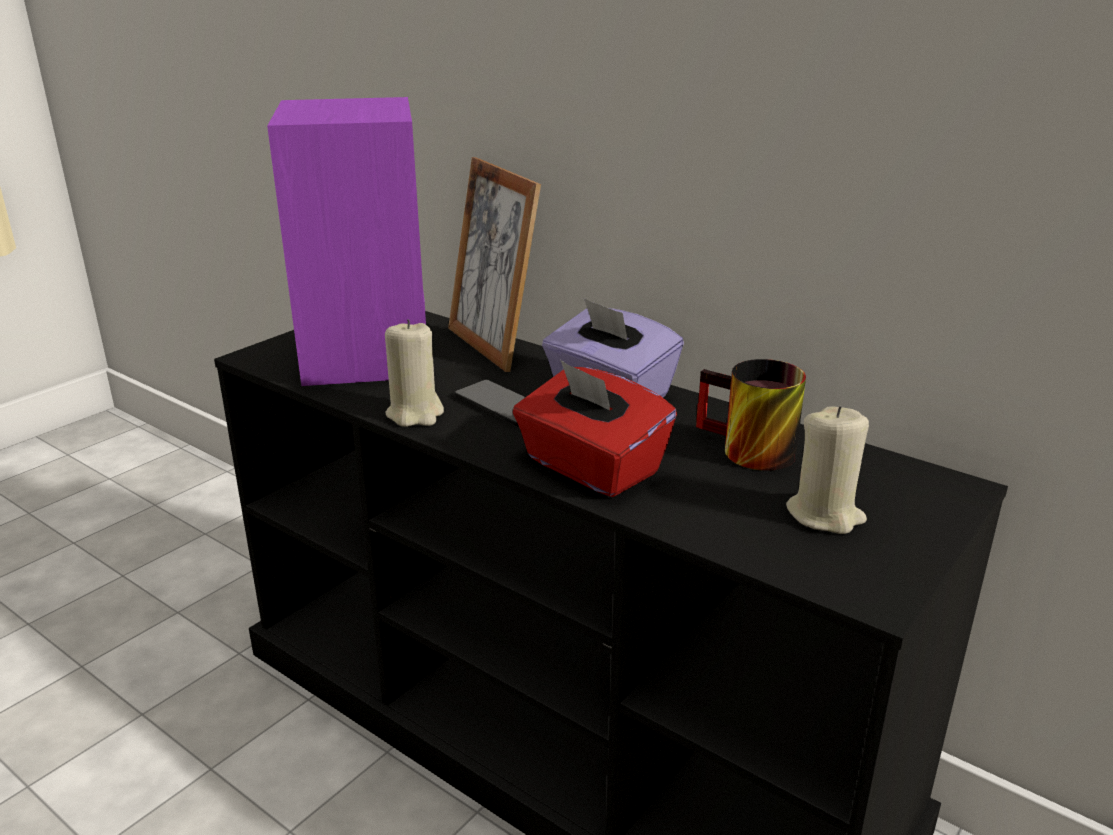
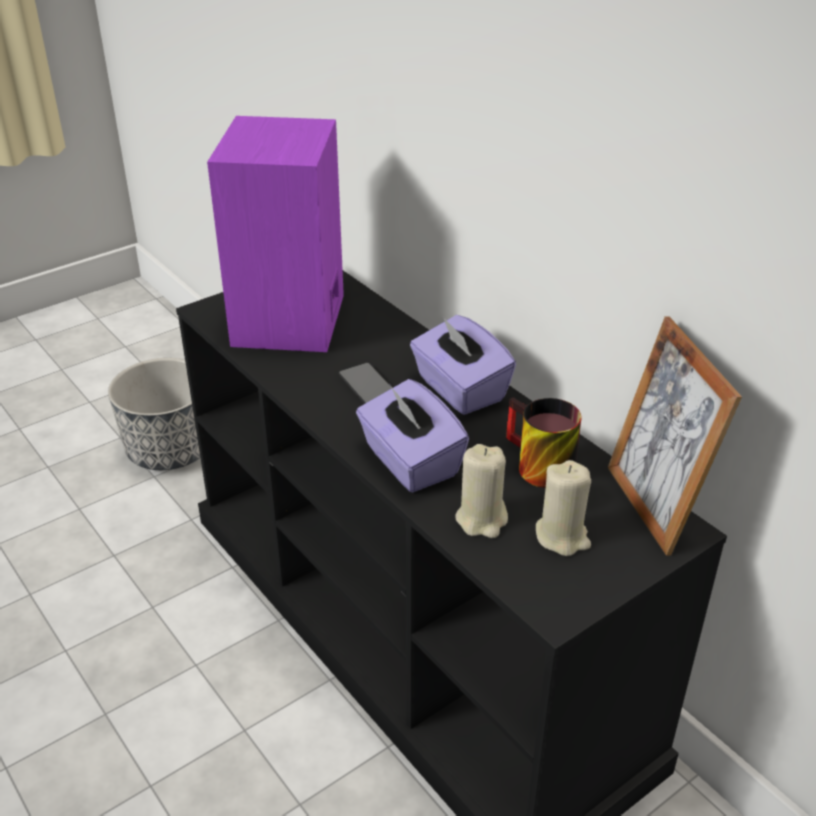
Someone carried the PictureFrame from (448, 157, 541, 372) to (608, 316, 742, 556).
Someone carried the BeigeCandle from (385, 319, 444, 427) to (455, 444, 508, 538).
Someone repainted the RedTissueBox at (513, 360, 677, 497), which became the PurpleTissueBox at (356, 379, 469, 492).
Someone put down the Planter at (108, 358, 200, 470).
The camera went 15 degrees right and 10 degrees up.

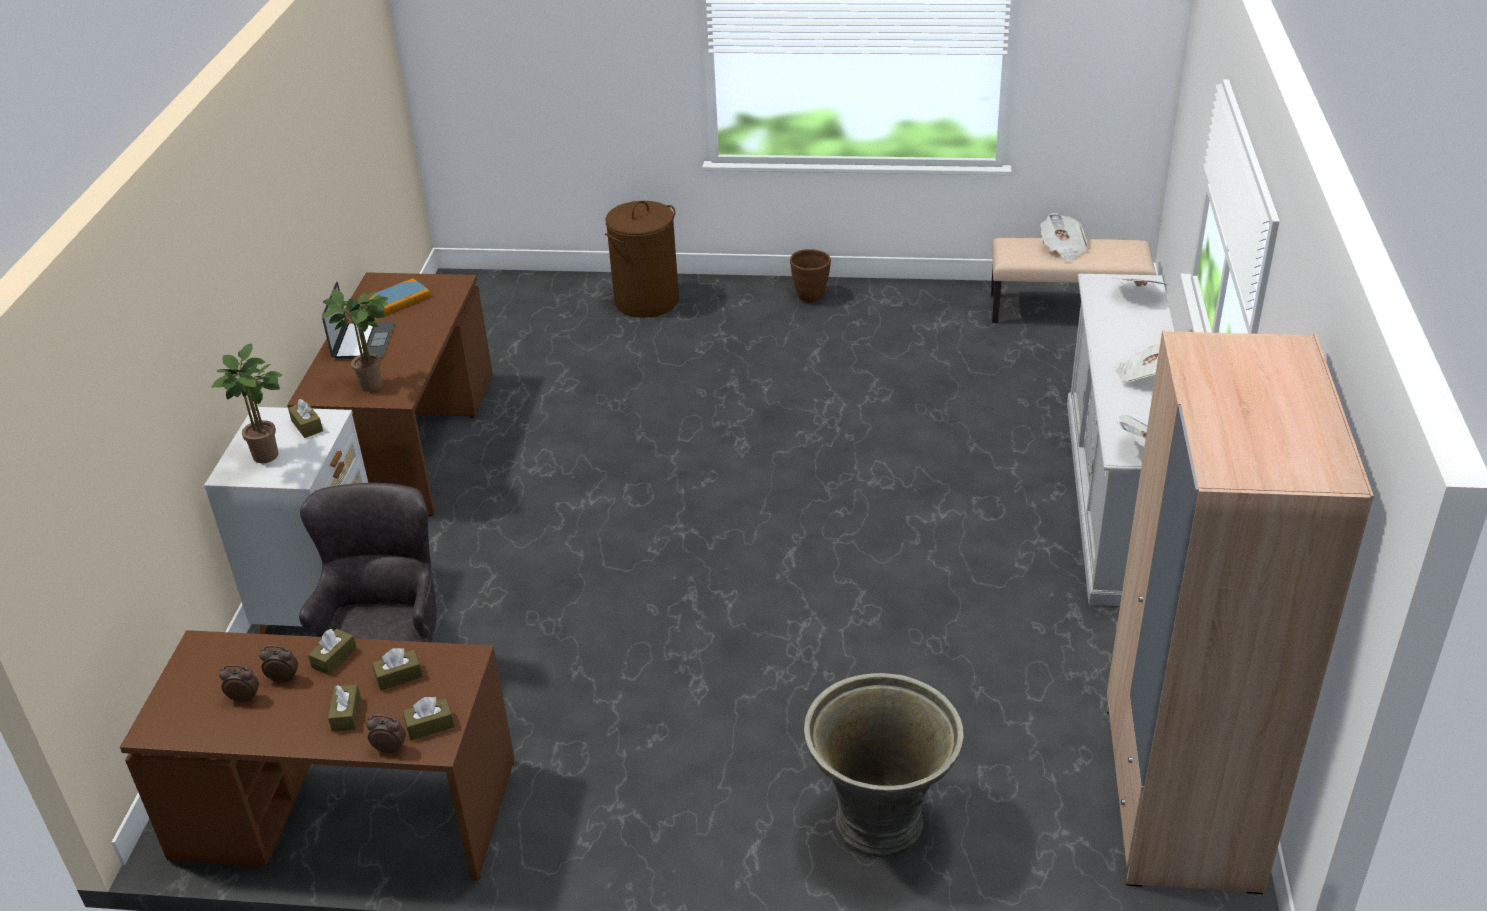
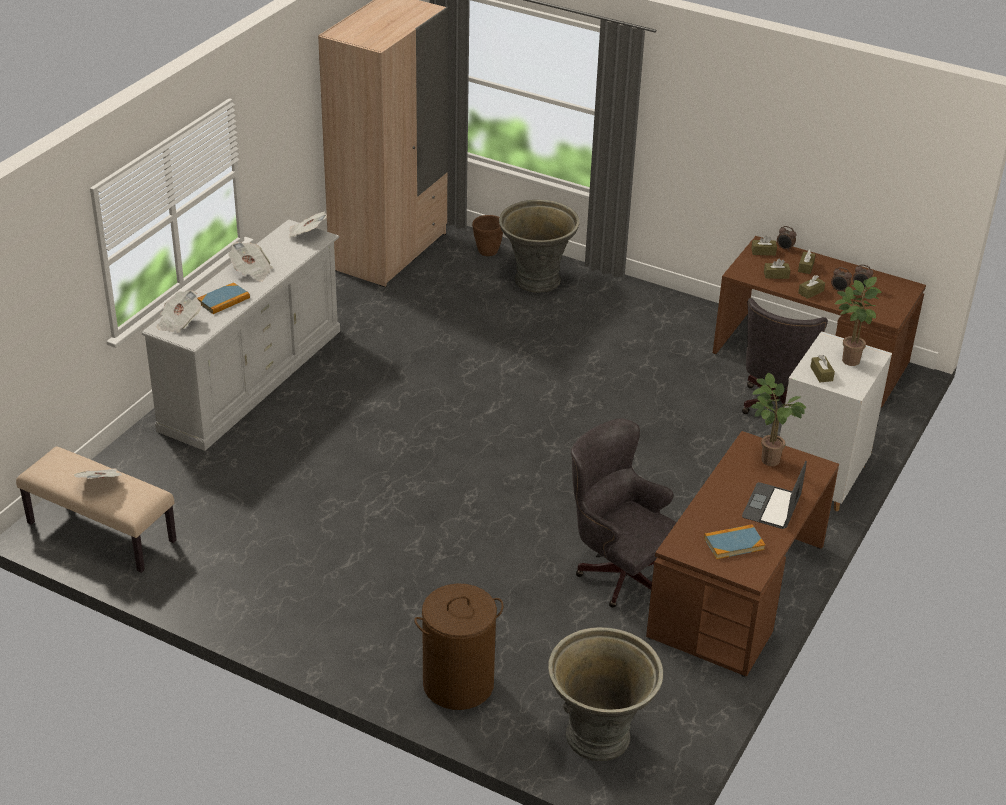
Someone carried the BrownPlanter from (790, 249, 831, 302) to (472, 215, 503, 256).
Someone put down the Book at (197, 282, 250, 314).
Someone put down the GreyOfficeChair at (571, 418, 677, 608).
Someone put down the GreyPlanter at (548, 627, 663, 761).
The camera went 160 degrees left and 0 degrees up.

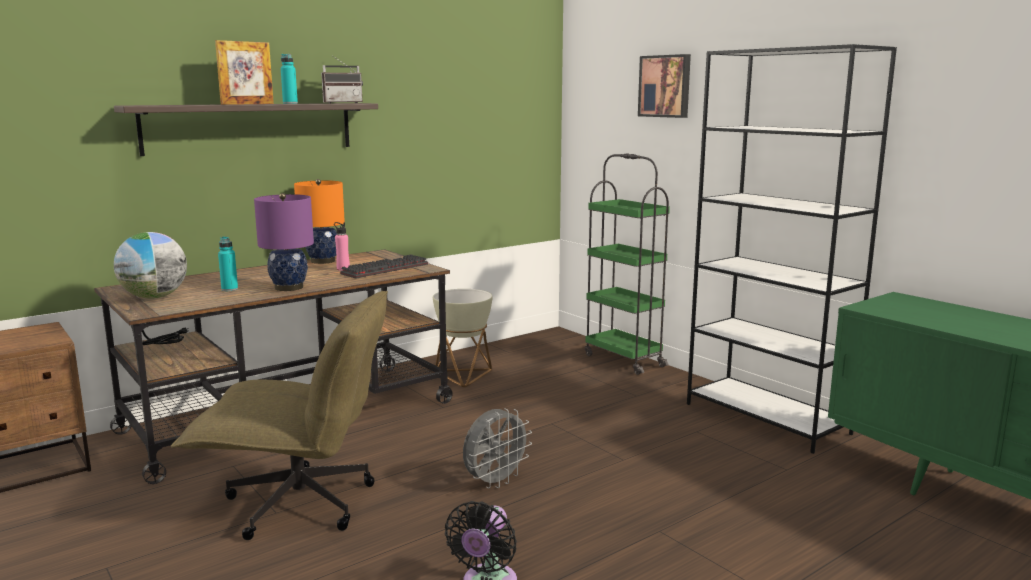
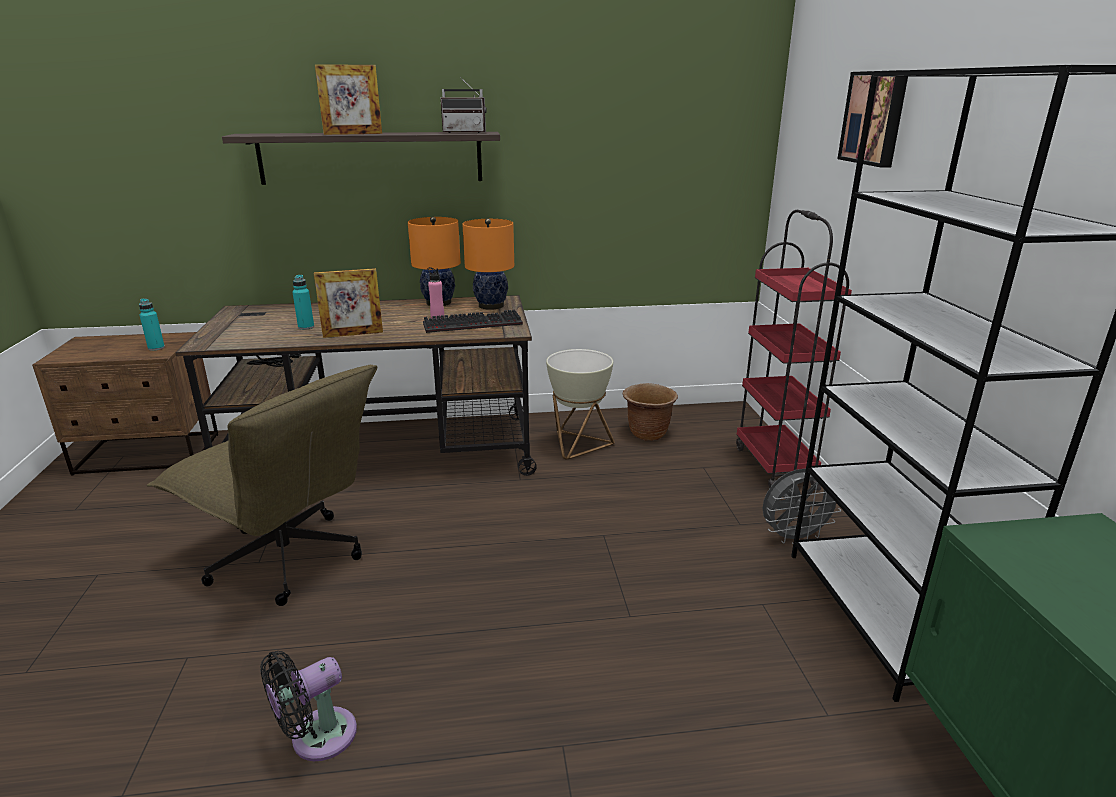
Someone carried the TurquoiseBottle from (281, 54, 298, 104) to (139, 298, 165, 351).
Someone repainted the GreenCart at (585, 154, 670, 375), which became the RedCart at (736, 210, 852, 491).
Someone swapped the PurpleTableLamp at (254, 193, 314, 291) for the PictureFrame at (314, 268, 383, 338).
Someone took away the Globe at (114, 232, 187, 299).
Someone carried the GreyFan from (463, 409, 532, 489) to (762, 469, 841, 544).
Someone put down the OrangeTableLamp at (462, 219, 514, 310).
Someone put down the BrownPlanter at (623, 383, 678, 441).
The camera went 30 degrees right and 10 degrees up.

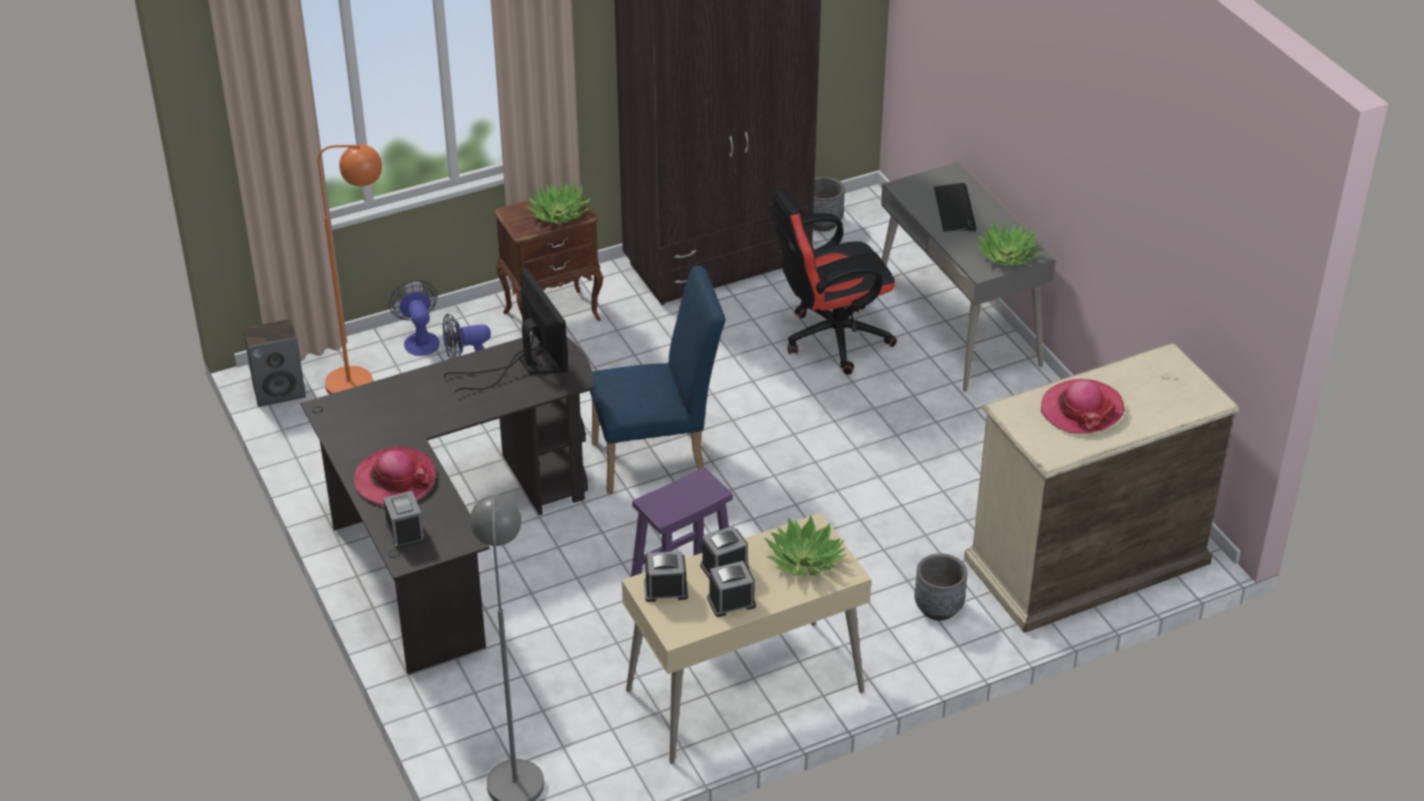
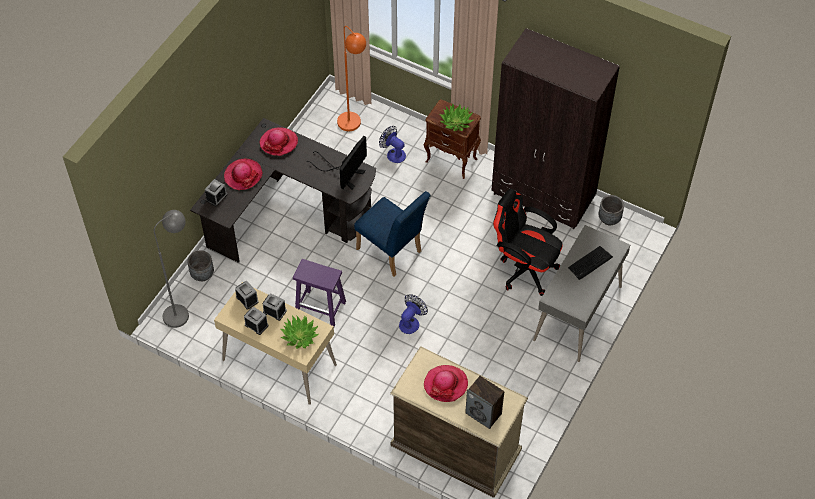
Someone took away the PottedPlant at (974, 221, 1043, 266).
Someone carried the Fan from (389, 280, 440, 356) to (399, 294, 428, 334).
Someone carried the Speaker from (243, 319, 306, 407) to (465, 376, 504, 429).
Someone carried the GreyPlanter from (914, 554, 967, 621) to (187, 251, 214, 281).
Someone put down the Hat at (259, 127, 298, 156).
The camera went 55 degrees right and 15 degrees up.

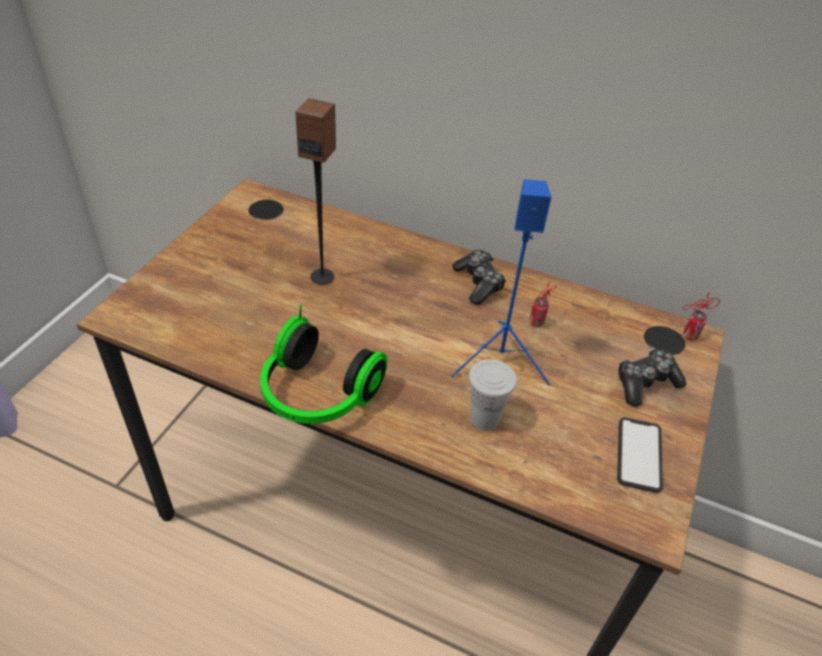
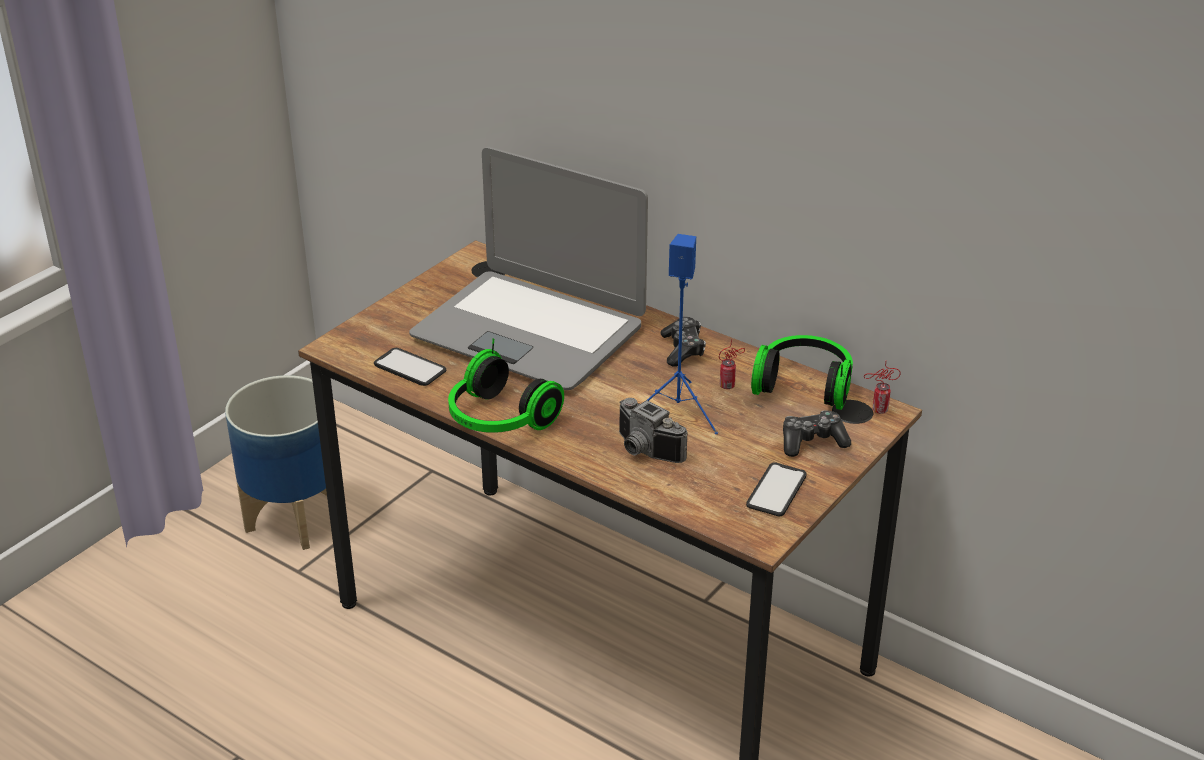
Someone swapped the Speaker at (295, 98, 336, 285) for the Laptop at (409, 147, 648, 390).
Someone swapped the WhiteCup at (469, 359, 517, 431) for the PhotoCamera at (619, 398, 687, 463).
Someone put down the Headphones at (751, 335, 853, 410).
Someone put down the Phone at (374, 348, 446, 386).
Someone put down the Planter at (225, 375, 327, 550).
The camera went 15 degrees right and 10 degrees down.

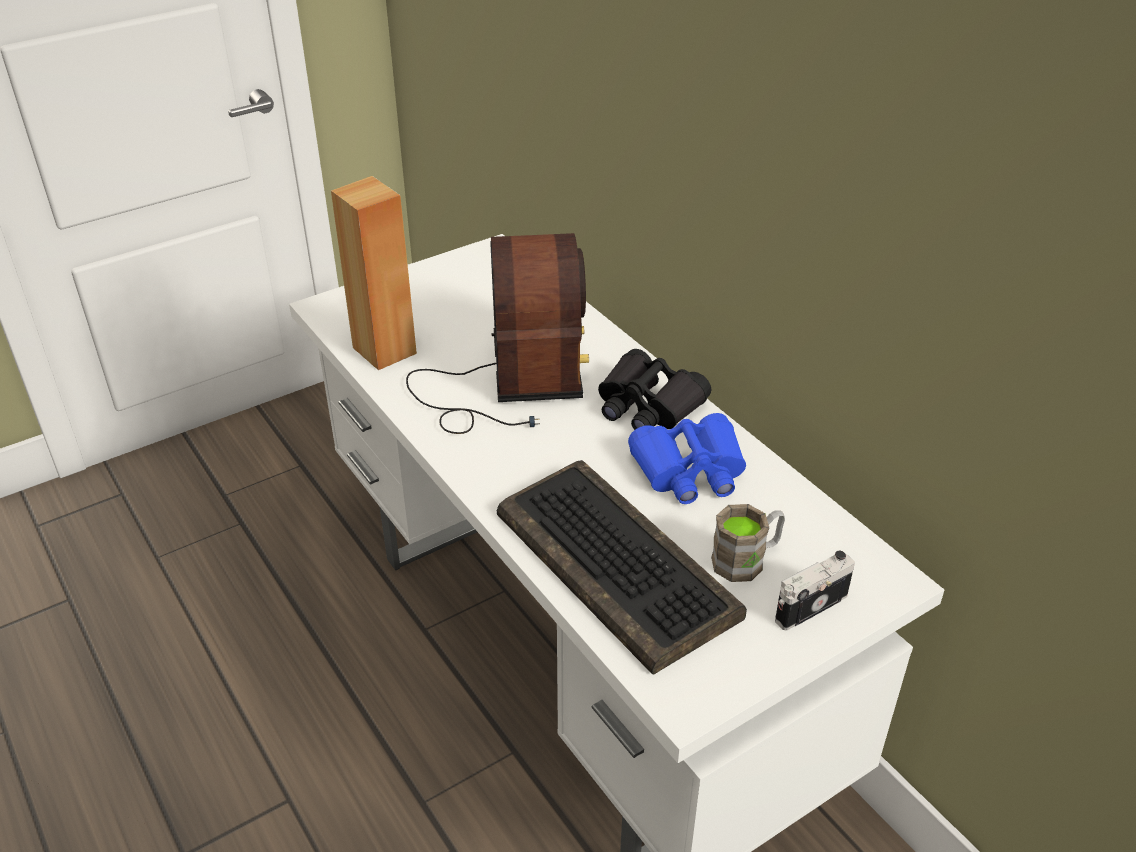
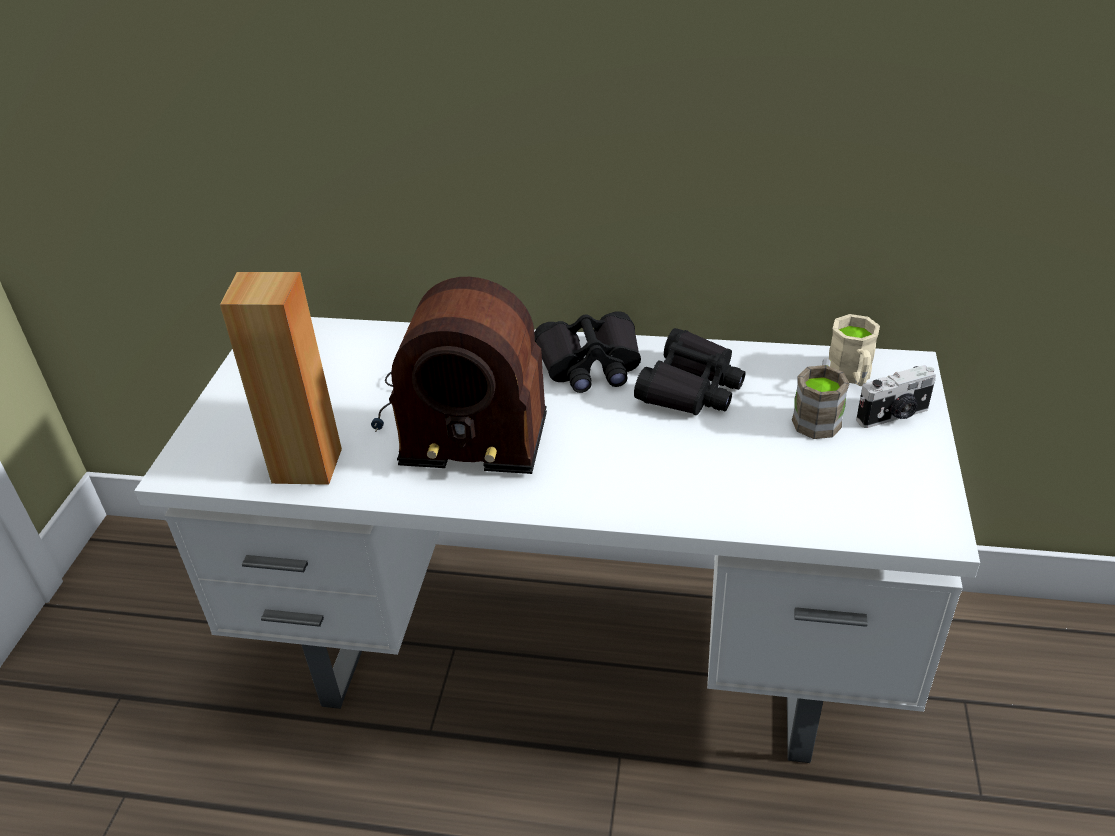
Someone rotated the Radio at (406, 233, 589, 434) by 150 degrees clockwise.
Someone repainted the BlueBinoculars at (628, 413, 746, 504), which became the BlackBinoculars at (634, 328, 746, 415).
Someone took away the Keyboard at (497, 460, 747, 674).
Someone rotated the PhotoCamera at (775, 550, 855, 630) by 120 degrees counterclockwise.
Someone put down the BeigeMug at (829, 314, 880, 386).
The camera went 45 degrees left and 0 degrees up.

